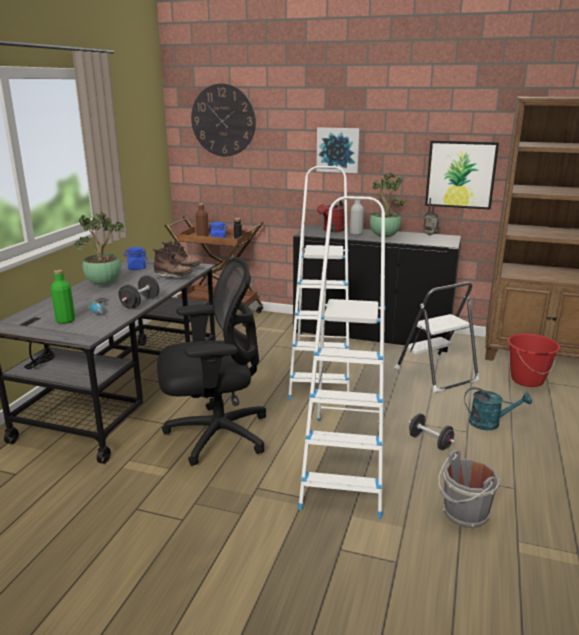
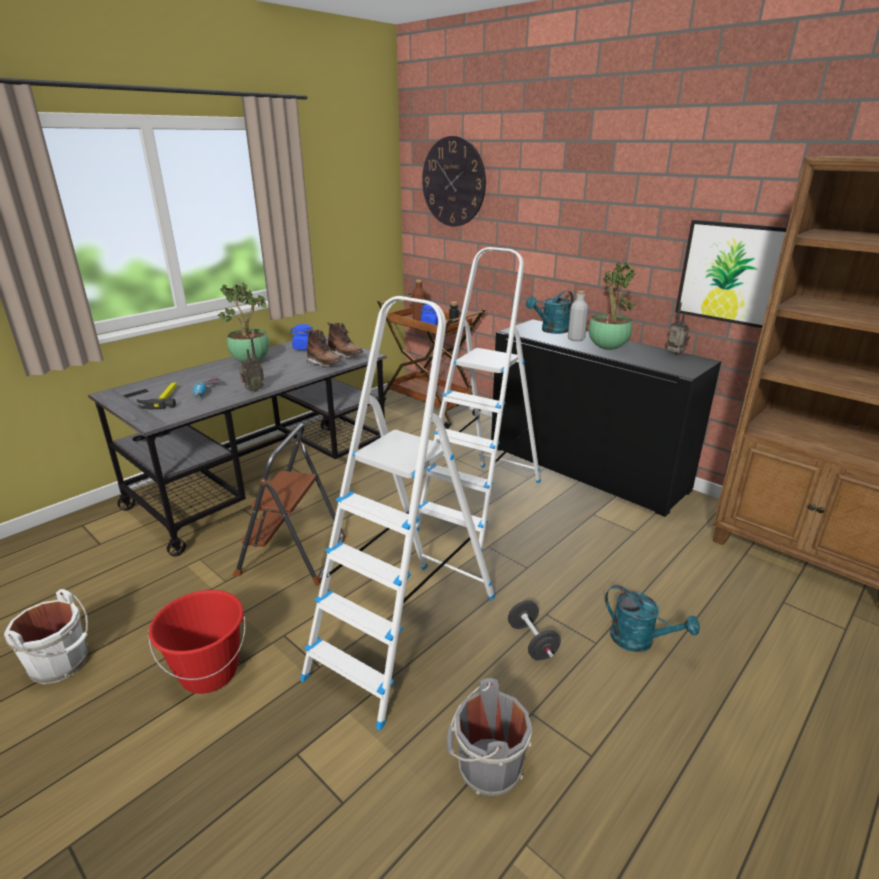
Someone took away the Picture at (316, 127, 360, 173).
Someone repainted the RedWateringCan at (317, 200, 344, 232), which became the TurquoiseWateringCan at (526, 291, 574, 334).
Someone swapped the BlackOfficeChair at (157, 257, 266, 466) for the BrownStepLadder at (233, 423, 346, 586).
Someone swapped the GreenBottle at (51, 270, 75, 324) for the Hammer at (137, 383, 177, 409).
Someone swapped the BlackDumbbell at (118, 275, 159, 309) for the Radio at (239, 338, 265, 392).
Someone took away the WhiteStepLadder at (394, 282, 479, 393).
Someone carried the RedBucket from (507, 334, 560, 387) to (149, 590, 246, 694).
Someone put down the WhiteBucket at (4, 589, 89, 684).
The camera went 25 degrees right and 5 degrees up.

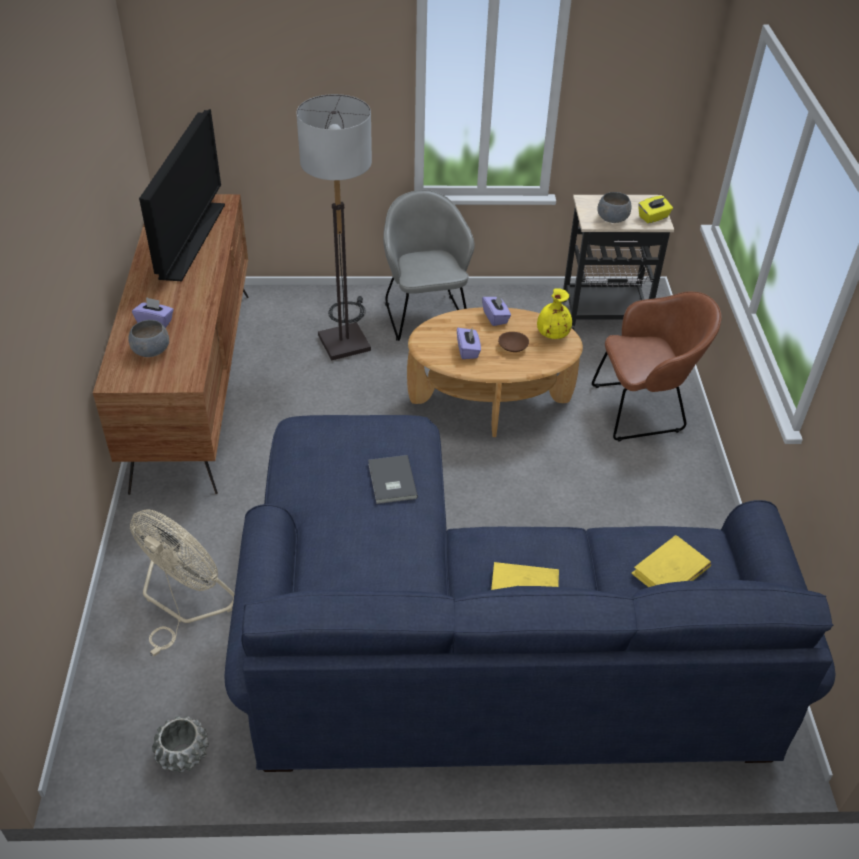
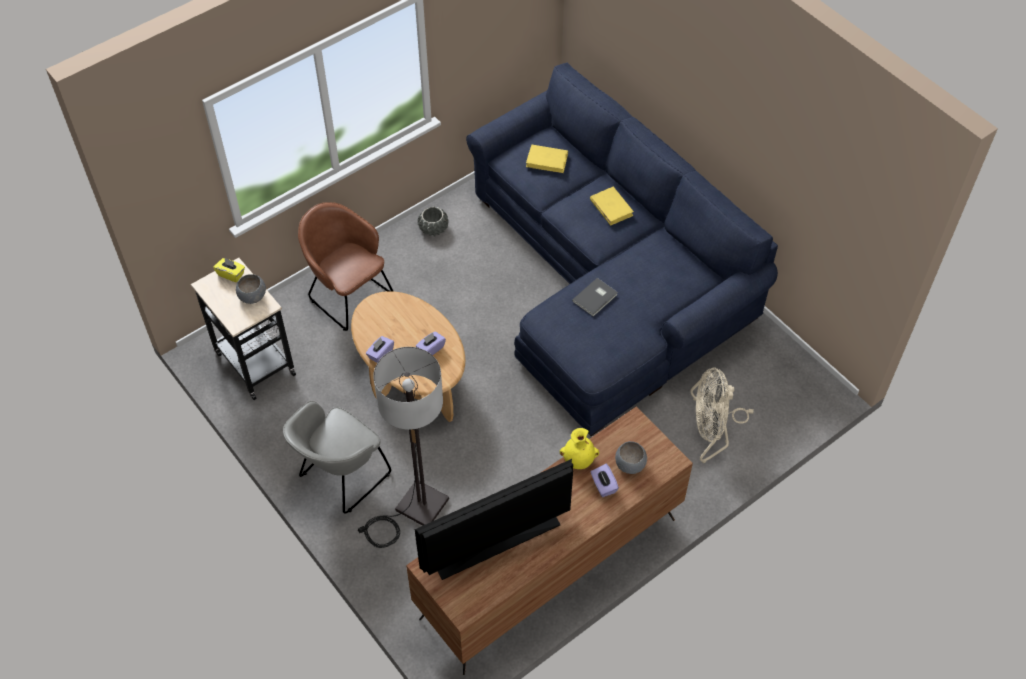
Someone carried the YellowVase from (537, 288, 572, 339) to (560, 428, 599, 469).
Someone took away the BrownBowl at (498, 332, 529, 352).
Someone carried the GreyPlanter from (152, 716, 209, 773) to (417, 206, 449, 236).
The camera went 125 degrees left and 10 degrees up.

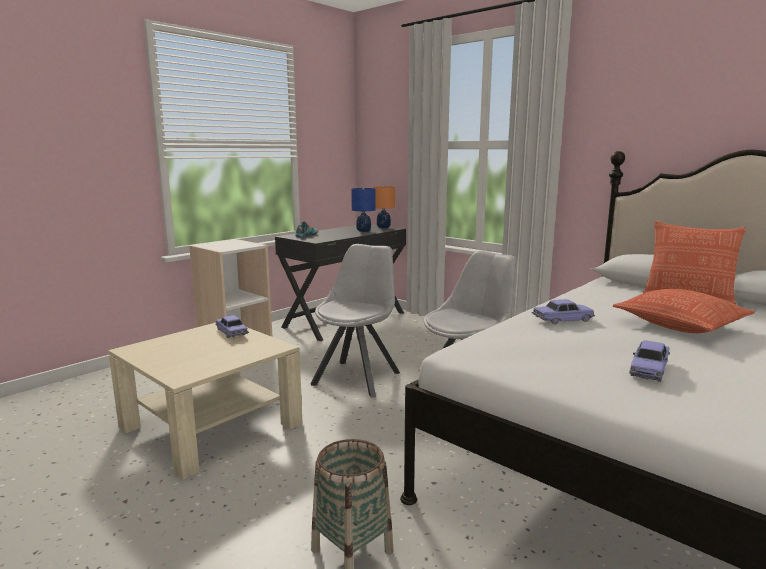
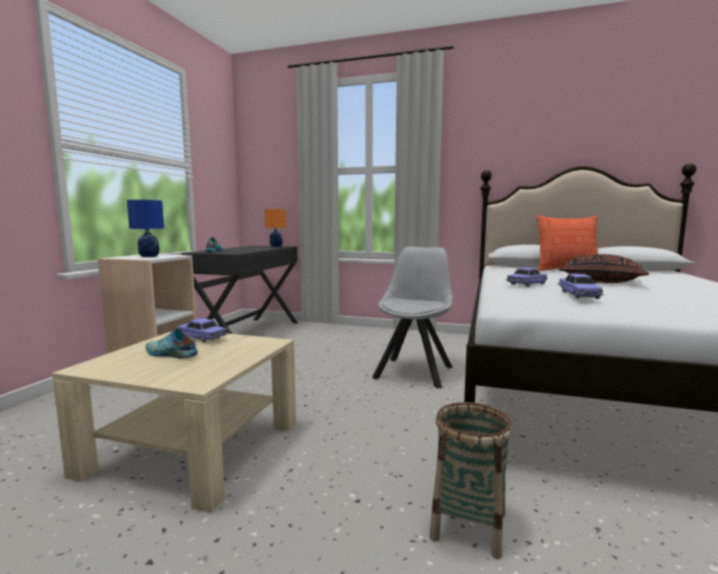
Someone carried the BlueTableLamp from (351, 188, 376, 232) to (127, 199, 164, 257).
Someone took away the GreyChair at (310, 244, 400, 398).
Someone repainted the OrangePillow at (613, 289, 755, 333), which became the BlackPillow at (558, 254, 649, 283).
Someone carried the ToyCar from (629, 340, 670, 382) to (558, 274, 604, 299).
Someone put down the Shoe at (146, 328, 198, 359).
The camera went 25 degrees left and 5 degrees down.

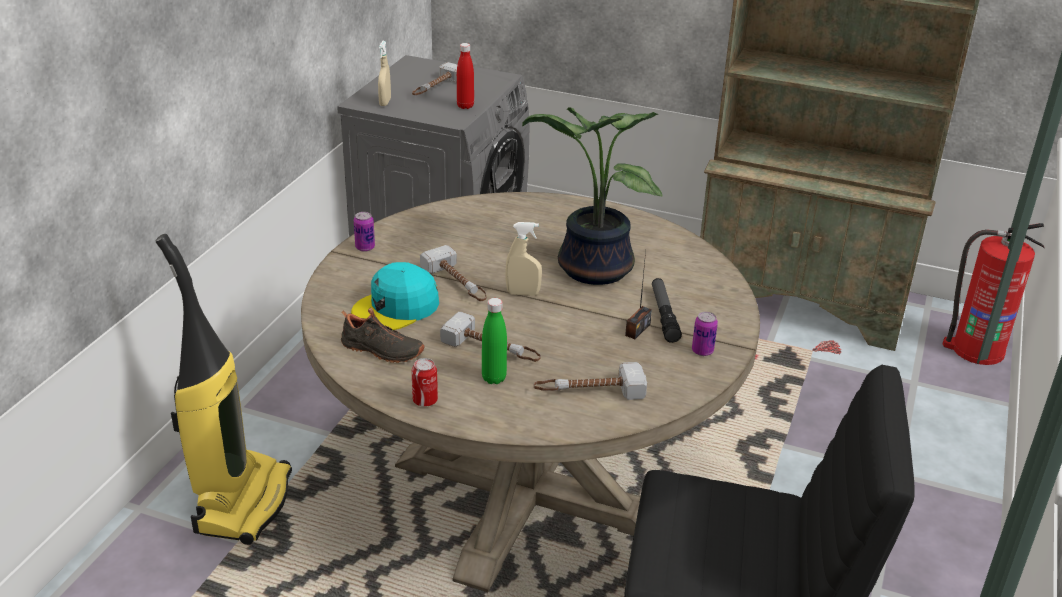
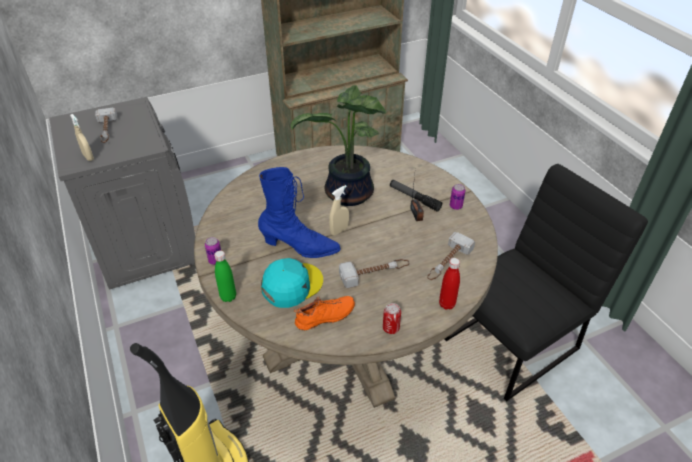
Someone carried the RedBottle from (457, 43, 474, 109) to (439, 258, 460, 310).
Someone took away the FireExtinguisher at (942, 223, 1045, 365).
Someone swapped the Hammer at (420, 245, 487, 301) for the BlueBoot at (258, 167, 341, 258).
Someone rotated the TurquoiseCap at (351, 262, 439, 330) by 135 degrees counterclockwise.
Someone carried the GreenBottle from (482, 298, 507, 384) to (214, 250, 236, 302).
Someone repainted the BlackShoe at (341, 307, 424, 363), which became the OrangeShoe at (294, 296, 355, 330).
The camera went 45 degrees left and 10 degrees up.

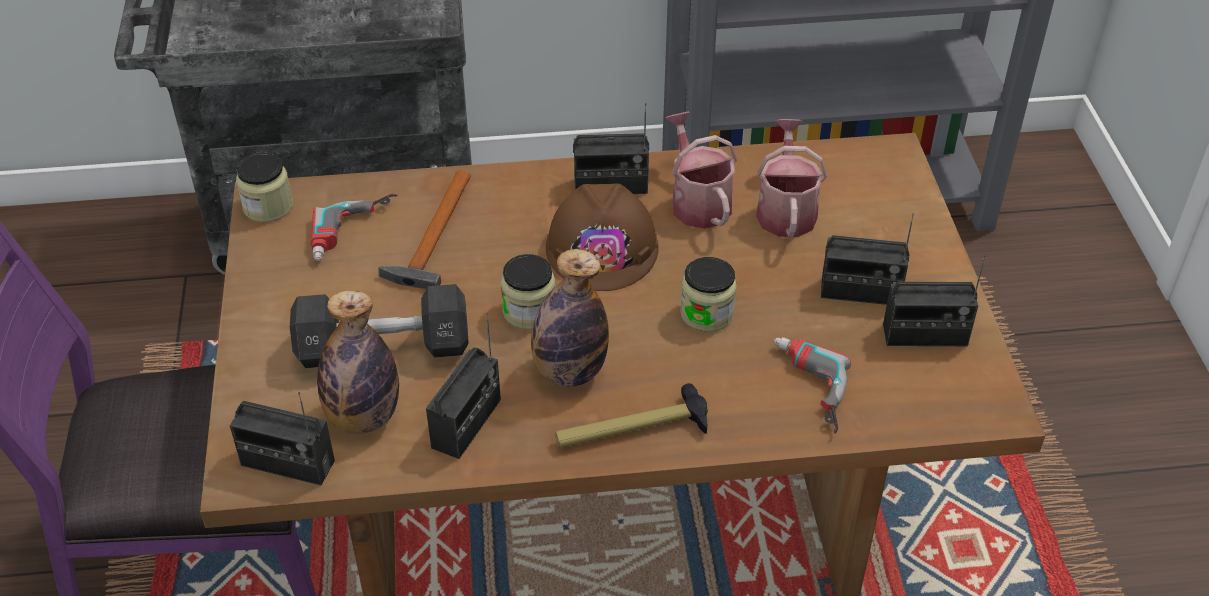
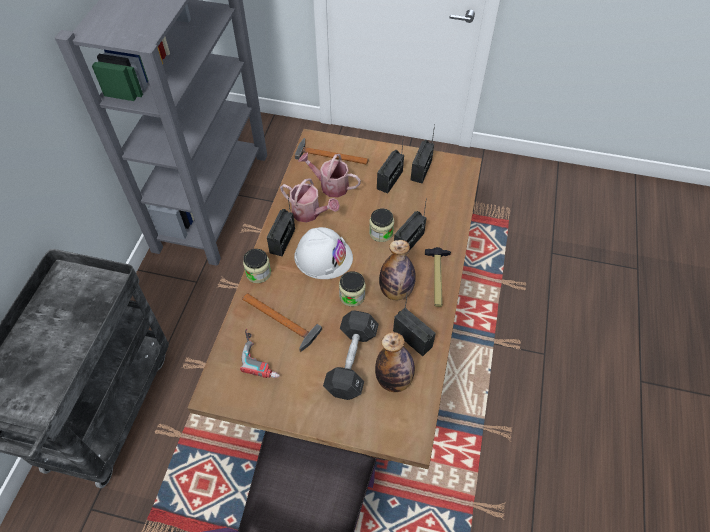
Someone rotated the WateringCan at (665, 112, 737, 229) by 150 degrees counterclockwise.
Someone carried the Jar from (236, 152, 293, 222) to (243, 249, 271, 283).
Someone repainted the BrownHardHat at (546, 183, 659, 291), which became the WhiteHardHat at (294, 227, 353, 279).
Someone took away the PowerDrill at (774, 337, 851, 434).
Someone carried the Radio from (230, 392, 335, 485) to (394, 198, 427, 250).
Someone put down the Hammer at (294, 138, 369, 165).
The camera went 70 degrees left and 10 degrees up.

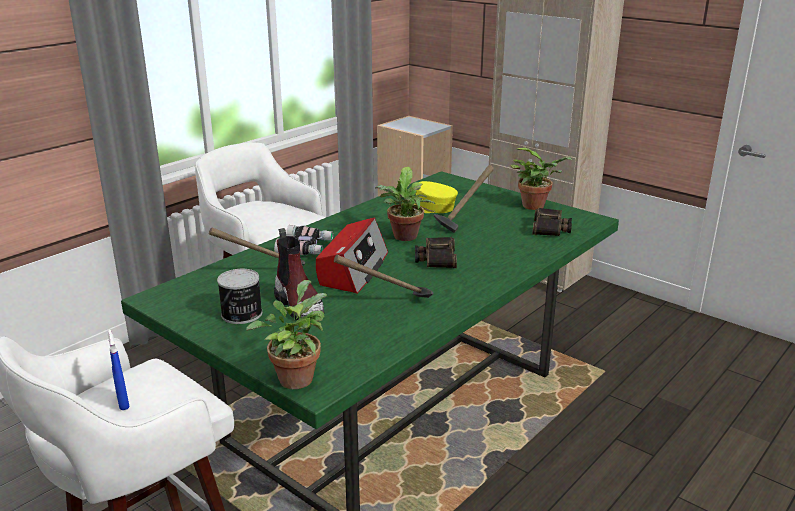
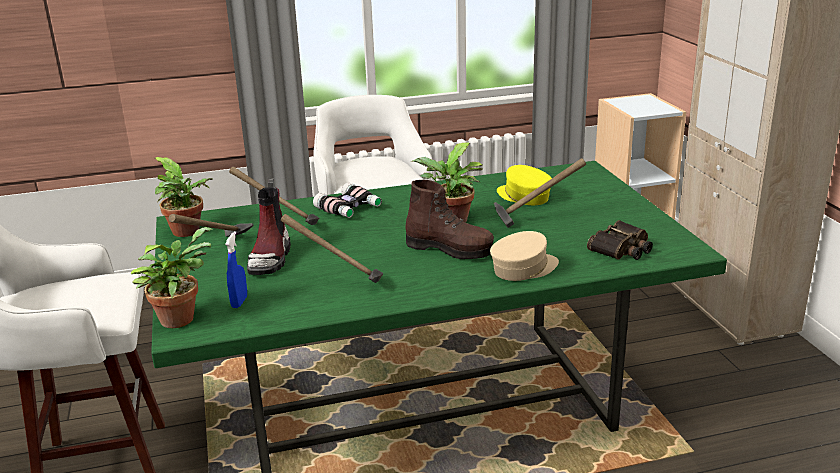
Someone carried the PottedPlant from (510, 147, 572, 210) to (154, 157, 213, 237).
Someone took away the Radio at (316, 217, 388, 294).
Someone swapped the Binoculars at (415, 237, 457, 268) for the BrownBoot at (405, 180, 494, 259).
Someone swapped the Can at (217, 269, 262, 324) for the Hammer at (168, 214, 254, 237).
Someone carried the BlueSprayBottle from (108, 330, 130, 410) to (225, 232, 247, 308).
Someone put down the BeigeCap at (490, 231, 559, 281).
The camera went 35 degrees right and 0 degrees up.

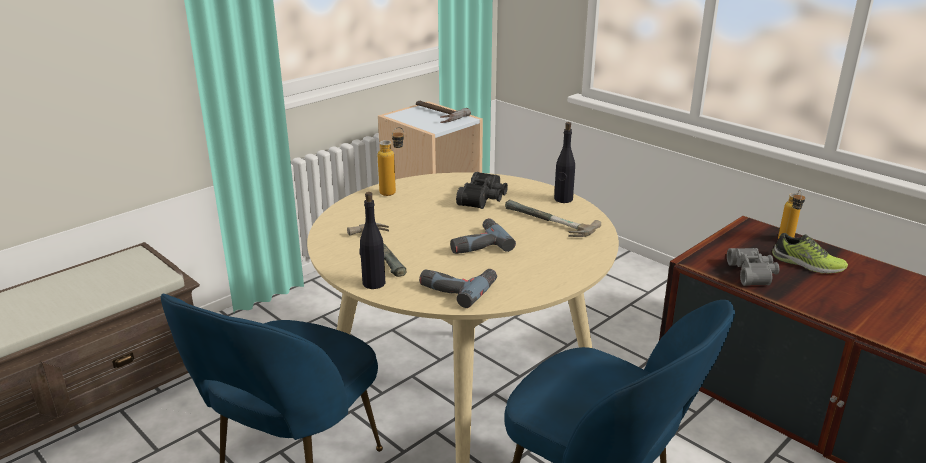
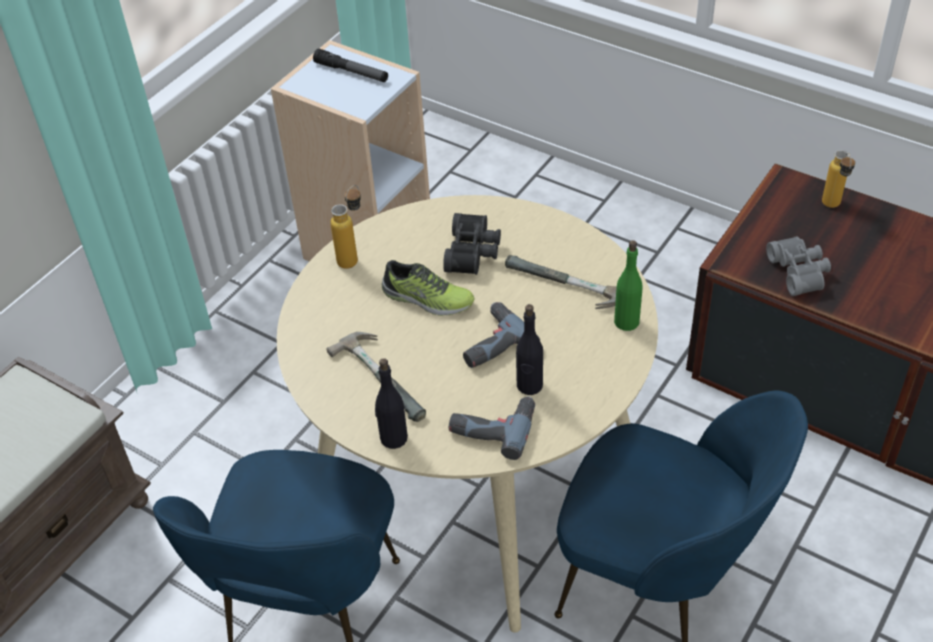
Someone swapped the Hammer at (416, 101, 471, 123) for the Flashlight at (313, 49, 388, 82).
Someone carried the BlackBottle from (554, 122, 575, 203) to (516, 304, 543, 395).
Someone carried the Shoe from (772, 233, 848, 274) to (382, 260, 474, 316).
Someone put down the GreenBottle at (614, 240, 642, 331).
The camera went 10 degrees left and 20 degrees up.

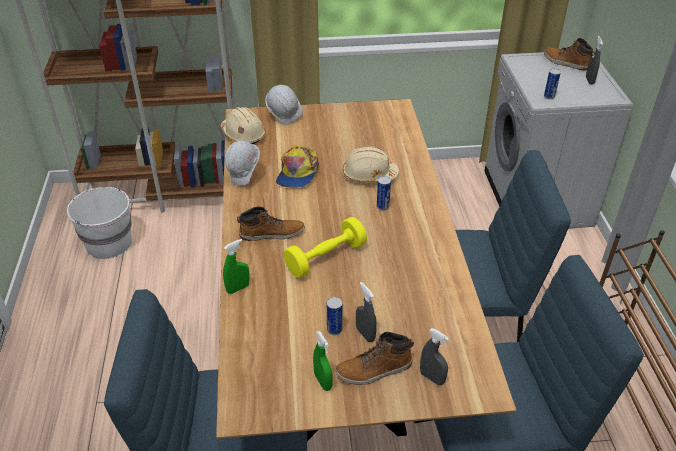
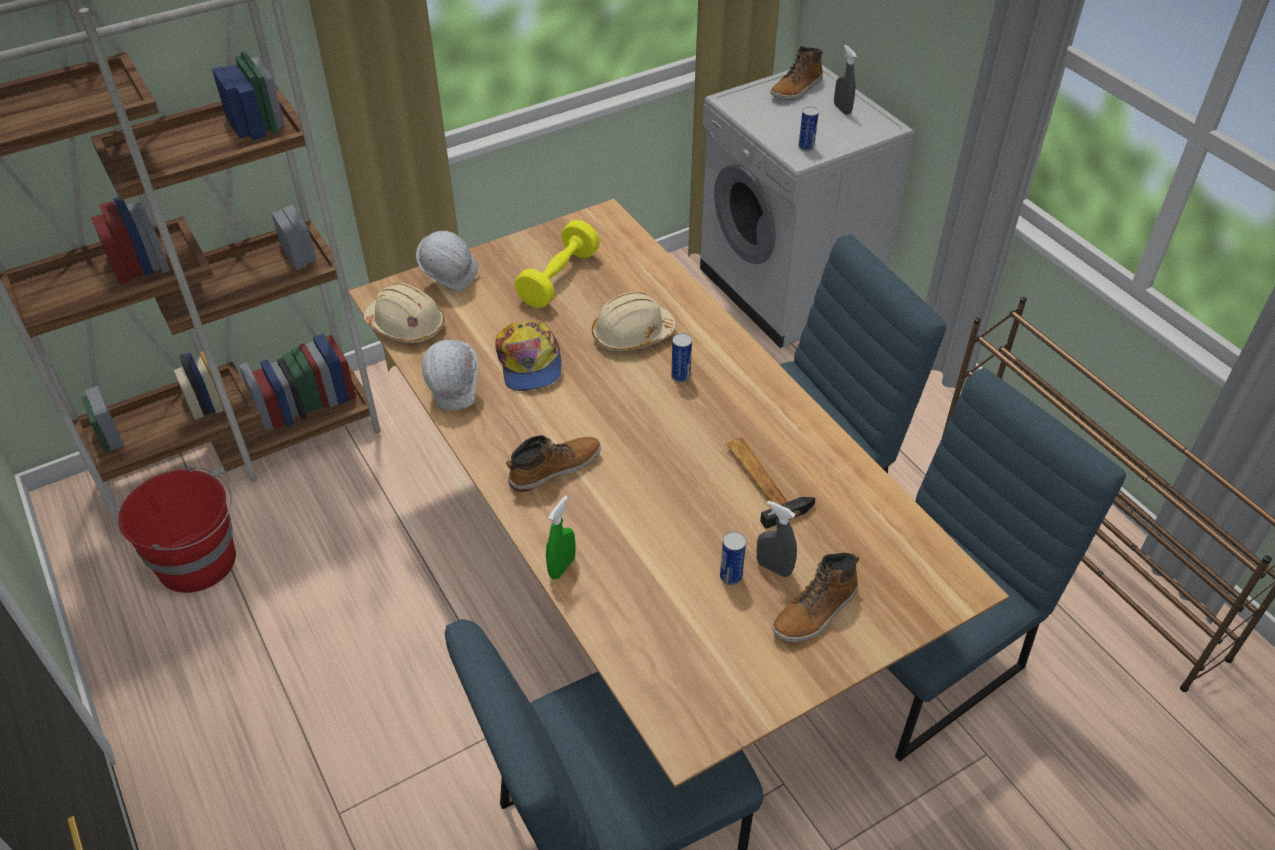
Someone rotated the Boot at (544, 38, 595, 71) by 60 degrees counterclockwise.
Someone repainted the WhiteBucket at (67, 187, 132, 259), which became the RedBucket at (118, 467, 236, 593).
Someone carried the YellowDumbbell from (284, 217, 367, 278) to (515, 220, 600, 308).
Someone took away the GreySprayBottle at (420, 328, 450, 385).
Someone took away the GreenSprayBottle at (313, 331, 333, 391).
Someone put down the Hammer at (726, 438, 816, 529).
The camera went 25 degrees left and 5 degrees up.

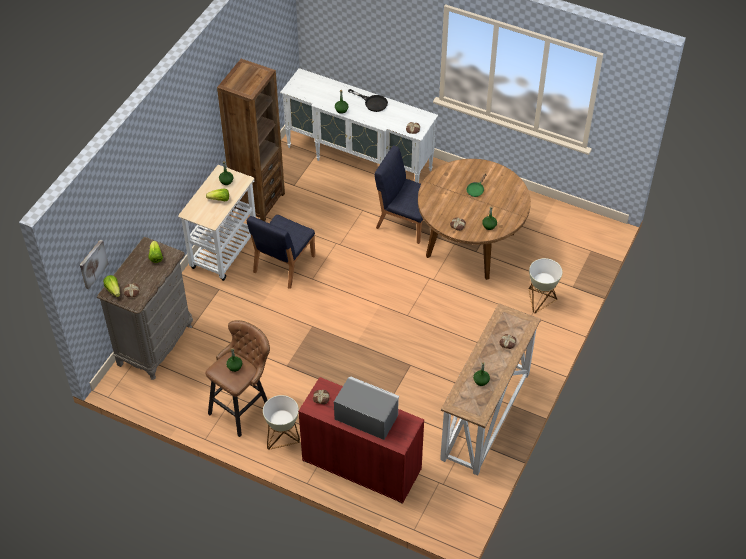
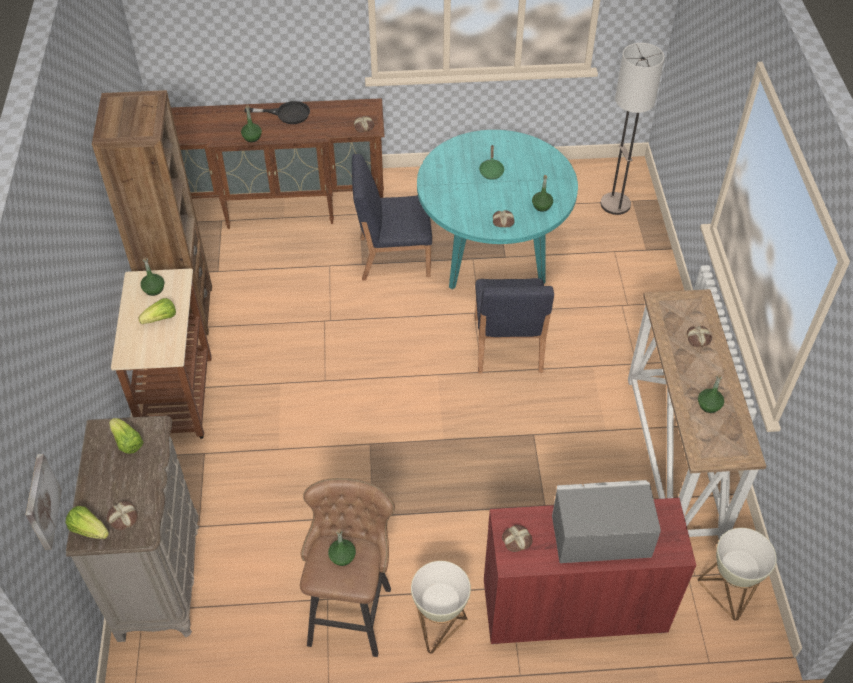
Someone repainted the WhiteCabinet at (280, 68, 438, 183), which became the BrownCabinet at (171, 98, 385, 229).
Someone repainted the BrownDiningTable at (418, 159, 531, 280), which became the TurquoiseDiningTable at (417, 130, 578, 290).
Someone repainted the WhiteCart at (178, 165, 256, 281), which became the BrownCart at (111, 269, 212, 439).
Someone carried the BlueChair from (247, 215, 315, 289) to (475, 278, 554, 373).
Someone carried the Planter from (529, 258, 562, 313) to (698, 528, 777, 621).
Someone put down the FloorLamp at (601, 43, 665, 215).
The camera went 30 degrees left and 0 degrees up.

